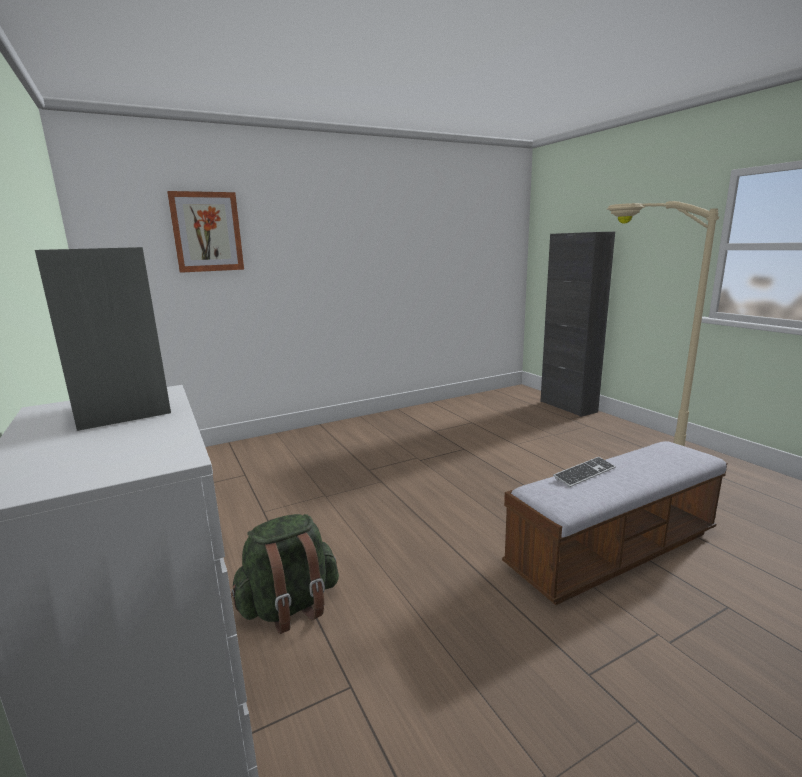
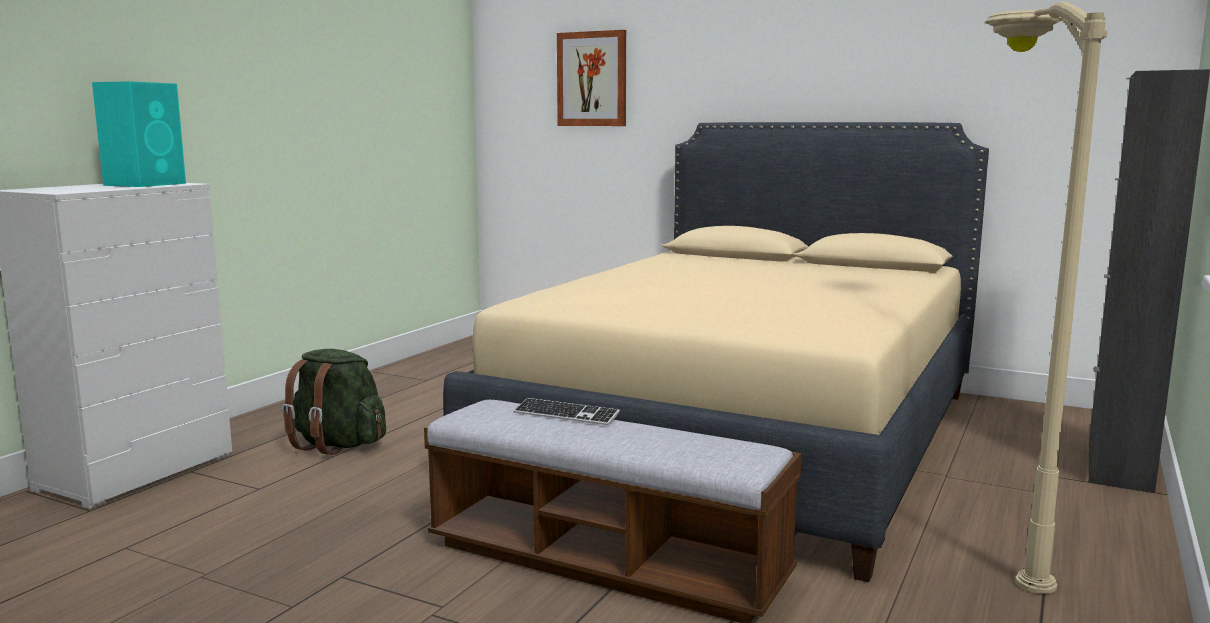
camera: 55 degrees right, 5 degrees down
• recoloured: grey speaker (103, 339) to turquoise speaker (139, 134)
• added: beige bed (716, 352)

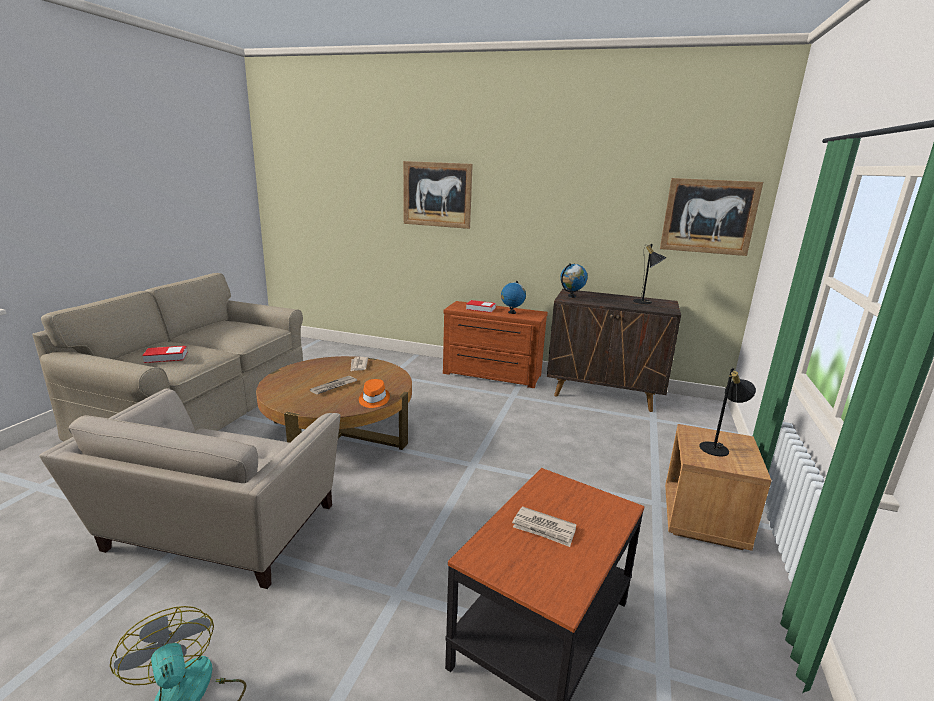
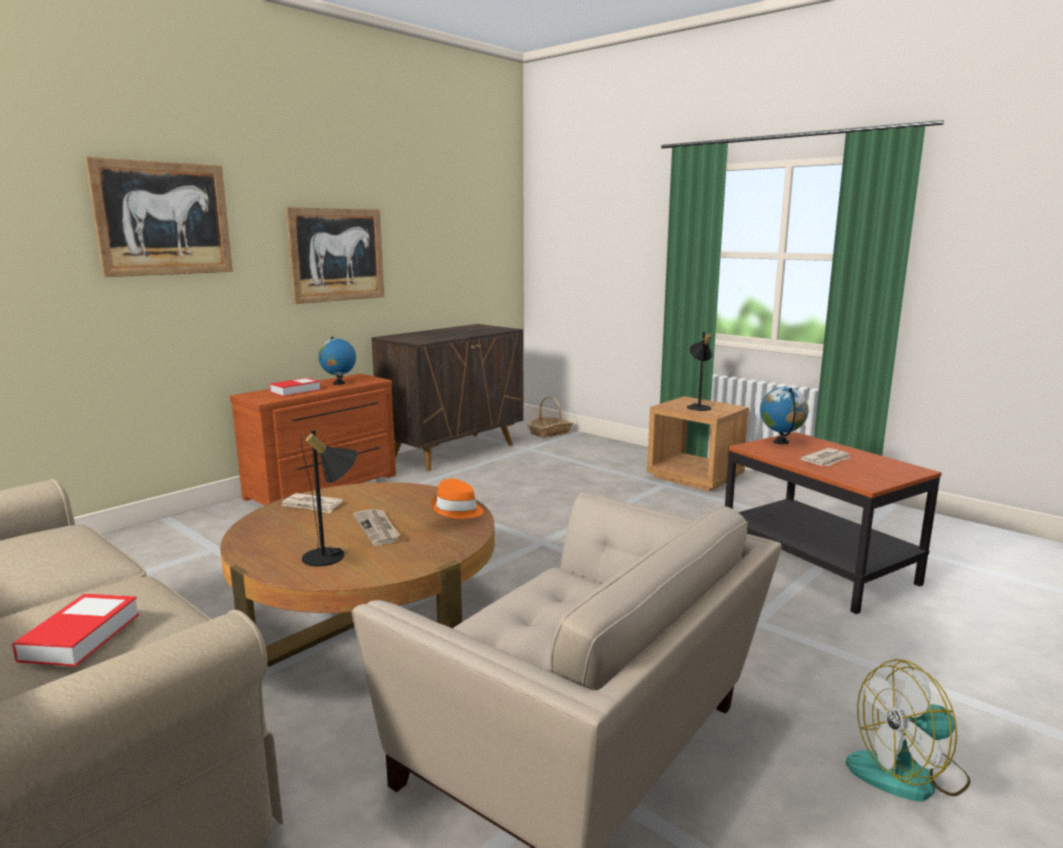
camera: 65 degrees left, 5 degrees down
• moved: picture (711, 217) to (335, 255)
• moved: black table lamp (650, 274) to (329, 498)
• moved: globe (574, 280) to (784, 415)
• added: basket (550, 417)

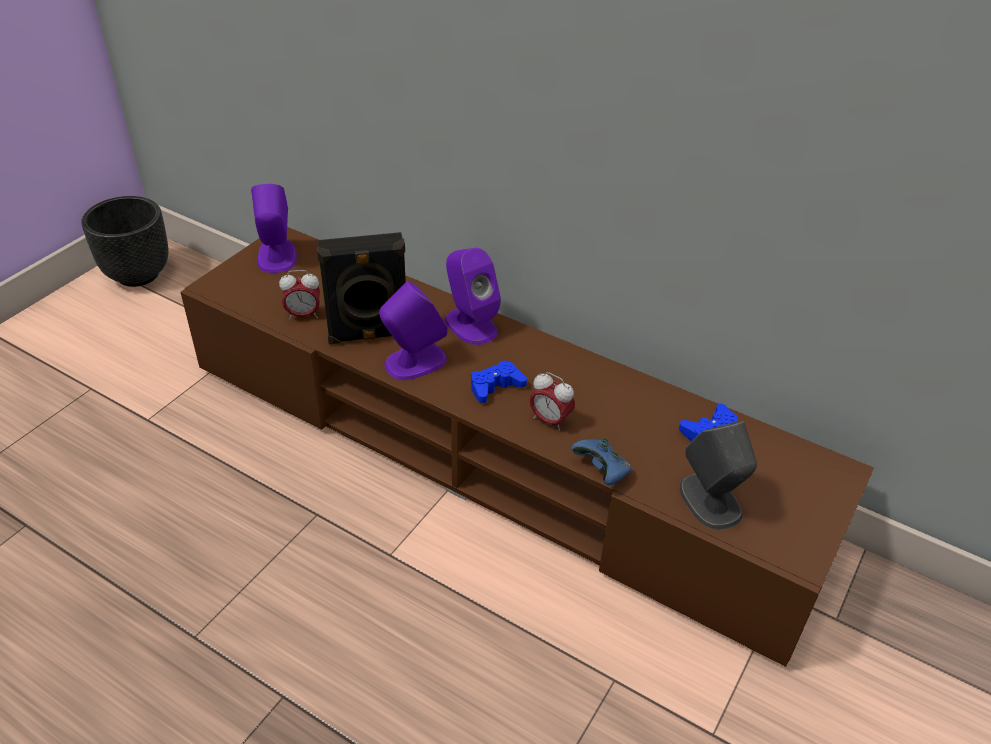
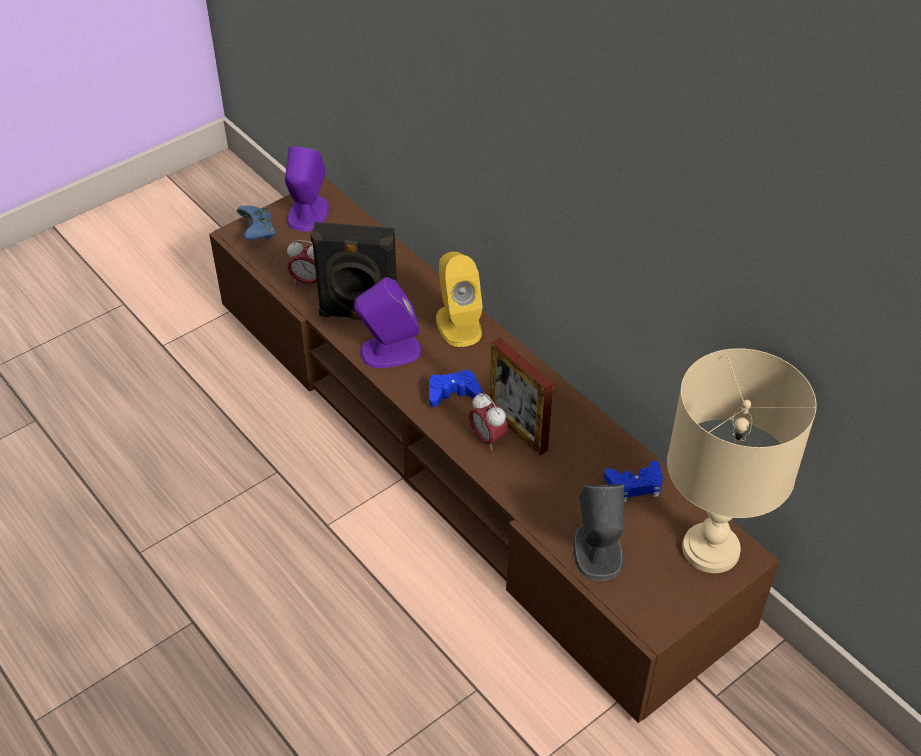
camera: 20 degrees right, 5 degrees up
• removed: black planter (124, 241)
• recoloured: purple speaker (473, 296) to yellow speaker (459, 299)
• moved: blue game controller (601, 461) to (256, 223)
• added: picture frame (521, 396)
• added: beige table lamp (742, 460)

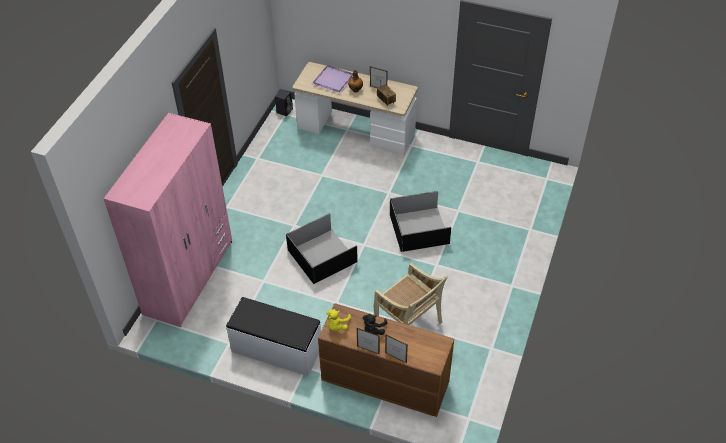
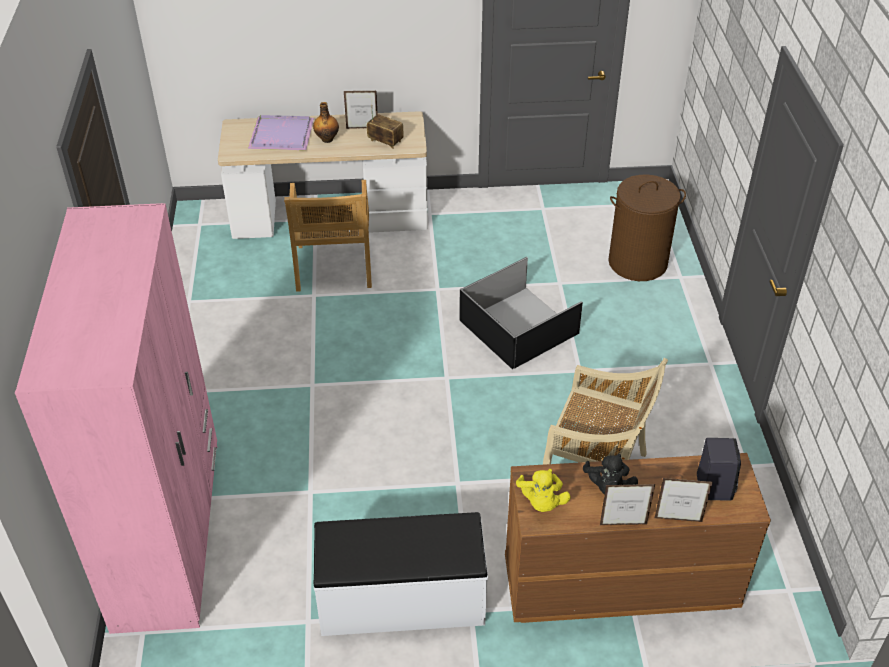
camera: 25 degrees left, 5 degrees down
• moved: black speaker (284, 103) to (719, 469)
• removed: black storage box (322, 248)
• added: brown laundry basket (647, 228)
• added: beige chair (328, 236)

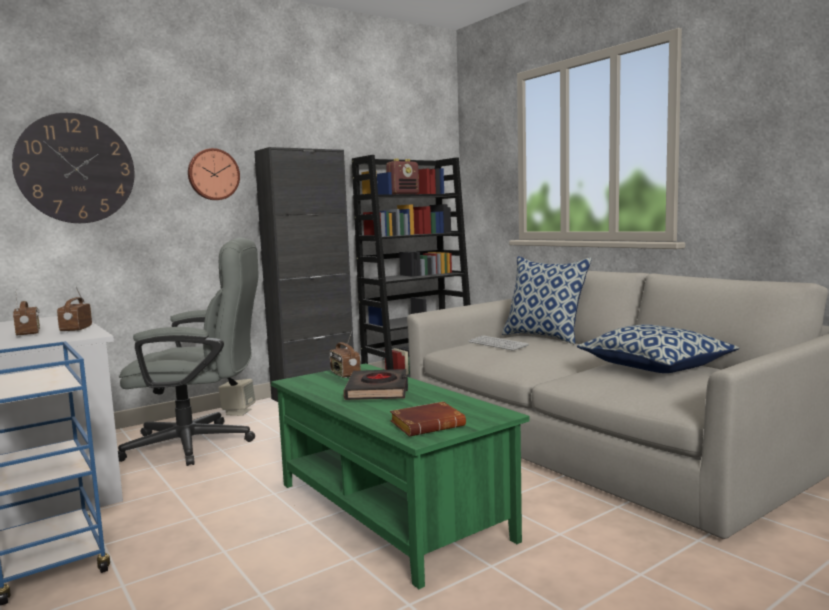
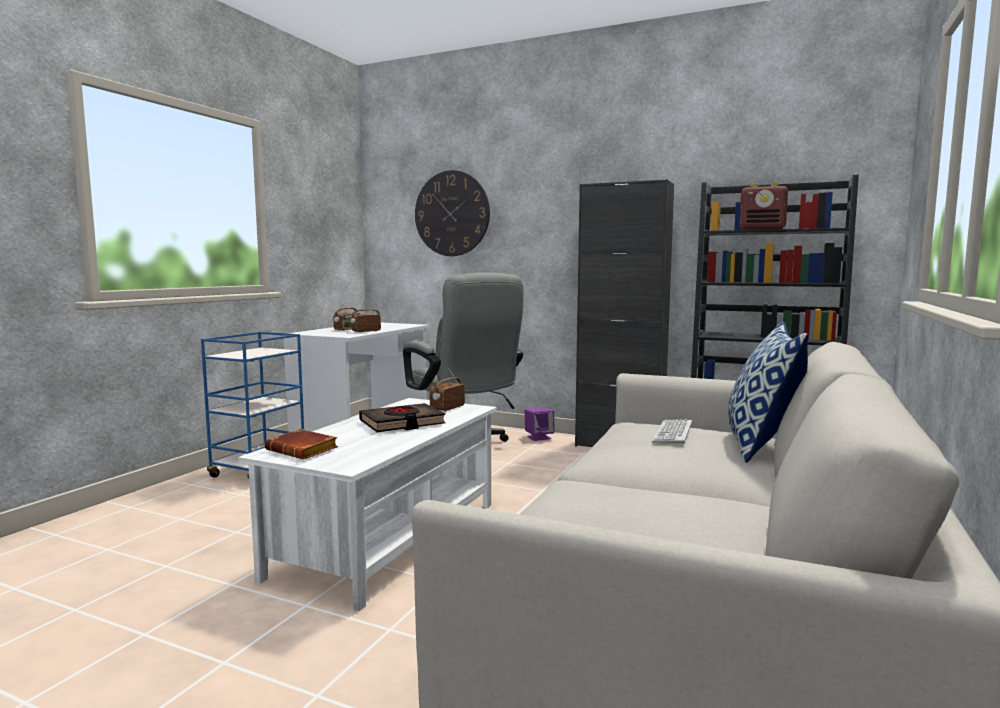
camera: 60 degrees right, 0 degrees up
• removed: wall clock (214, 174)
• removed: pillow (658, 348)
• recoloured: green coffee table (400, 476) to white coffee table (367, 504)
• recoloured: beige speaker (237, 397) to purple speaker (540, 424)

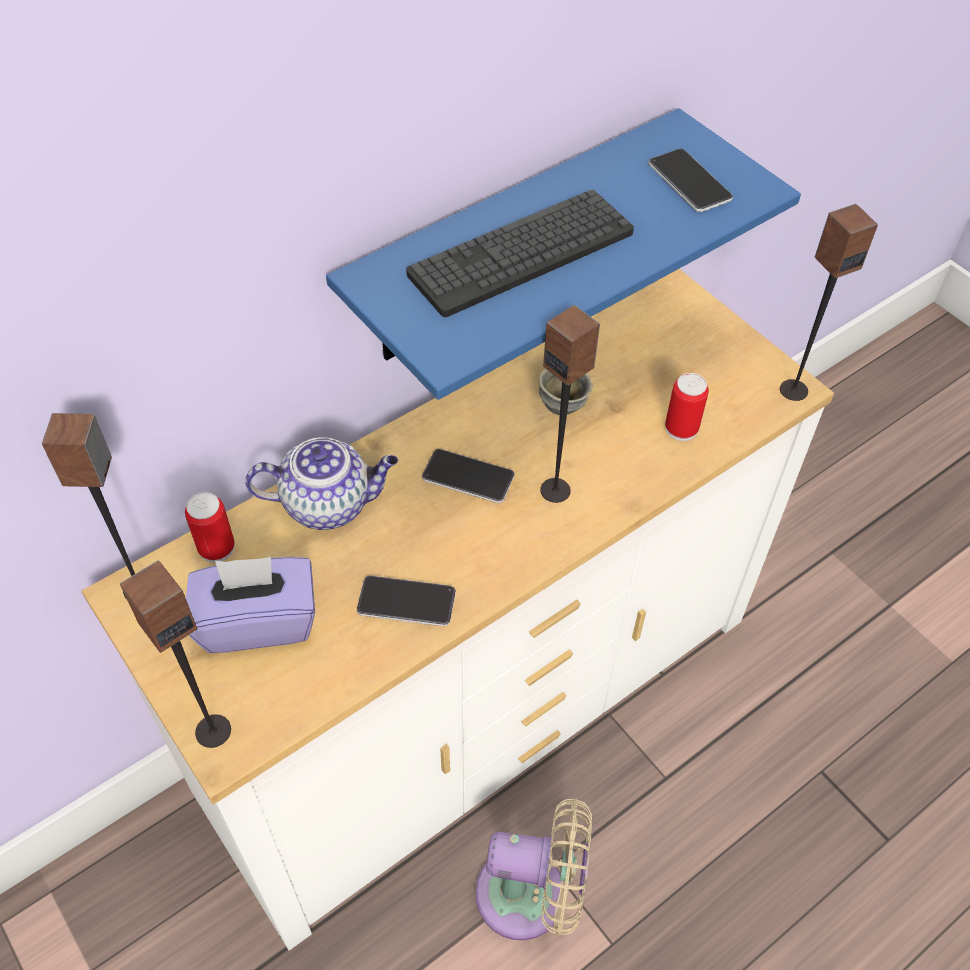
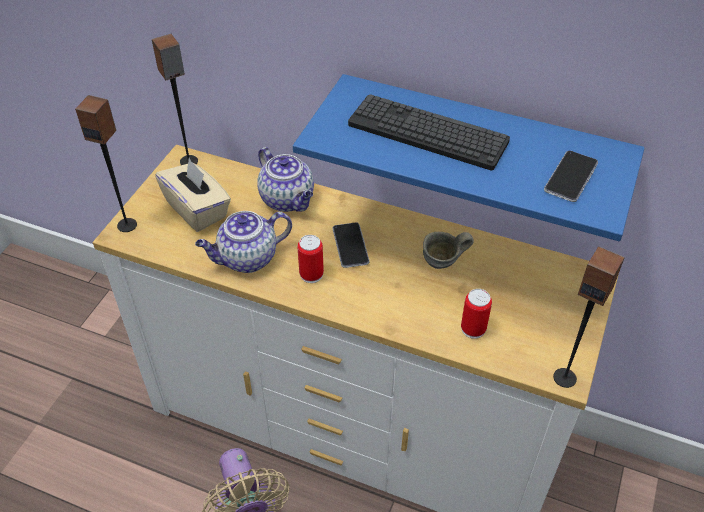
camera: 60 degrees right, 5 degrees down
• removed: speaker (570, 404)
• moved: can (210, 527) to (310, 259)
• recoloured: purple tissue box (250, 605) to beige tissue box (193, 195)
• replaced: phone (406, 600) to teapot (243, 242)

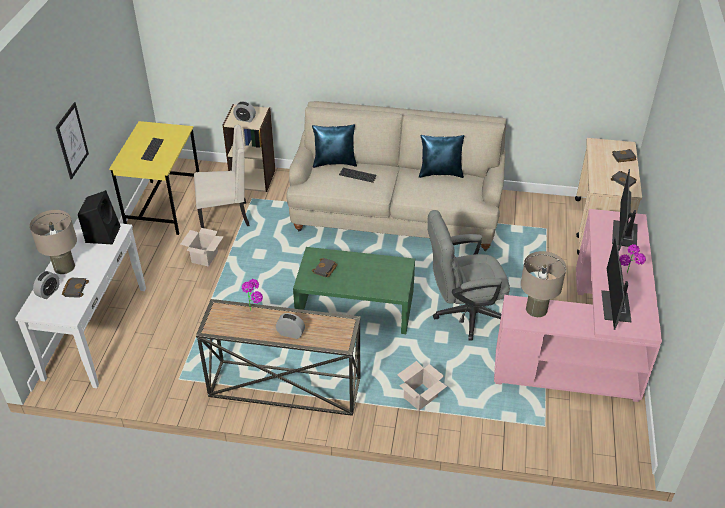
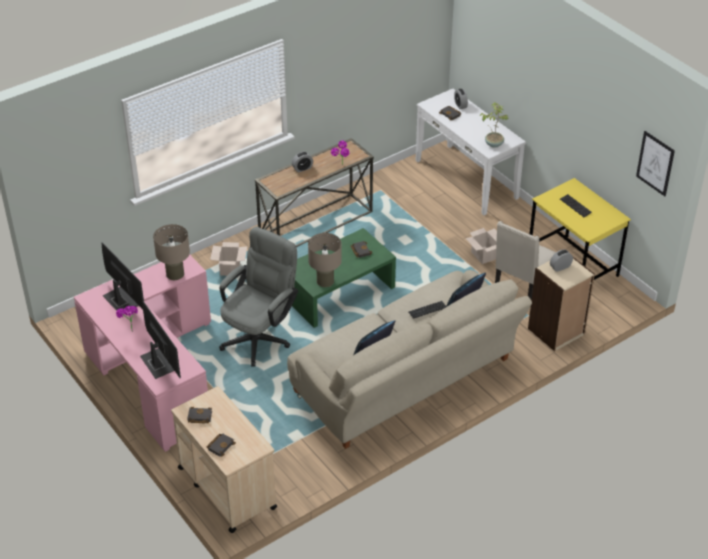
camera: 135 degrees right, 0 degrees up
• moved: picture (72, 140) to (655, 163)
• replaced: black speaker (99, 217) to potted plant (494, 125)
• moved: beige table lamp (53, 242) to (325, 260)

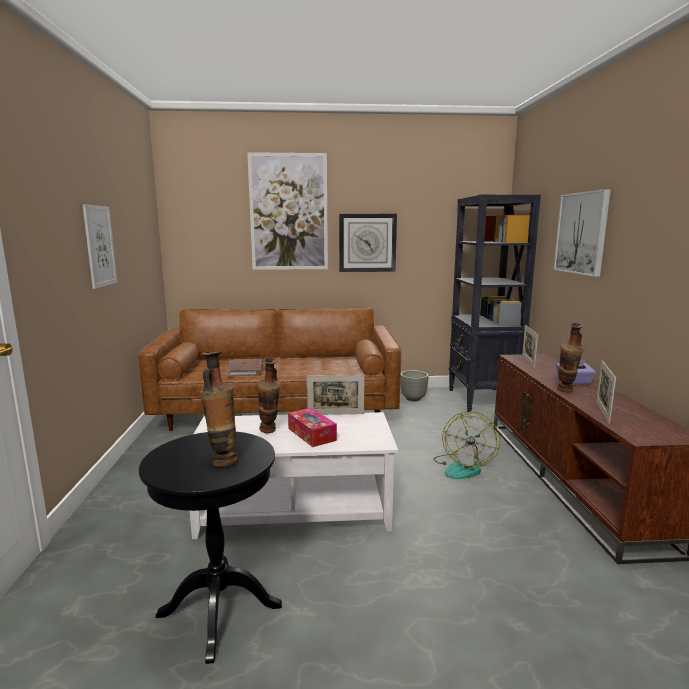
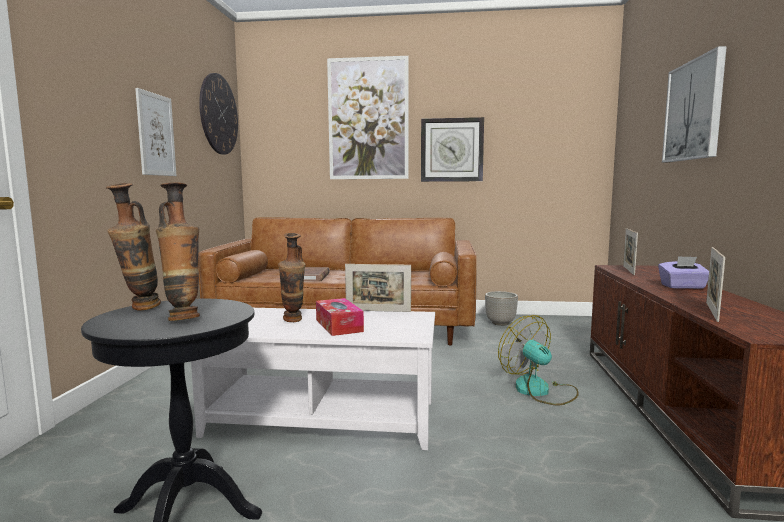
camera: 10 degrees right, 5 degrees down
• removed: black bookcase (495, 303)
• moved: vase (570, 357) to (133, 246)
• turned: fan (467, 445) = (538, 360) 120 degrees clockwise
• added: wall clock (218, 114)

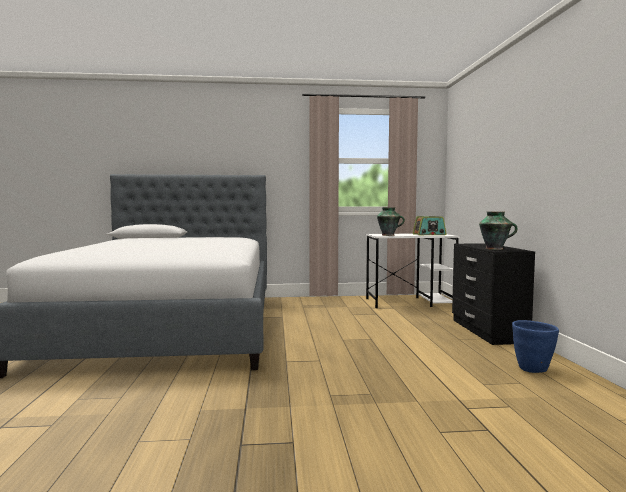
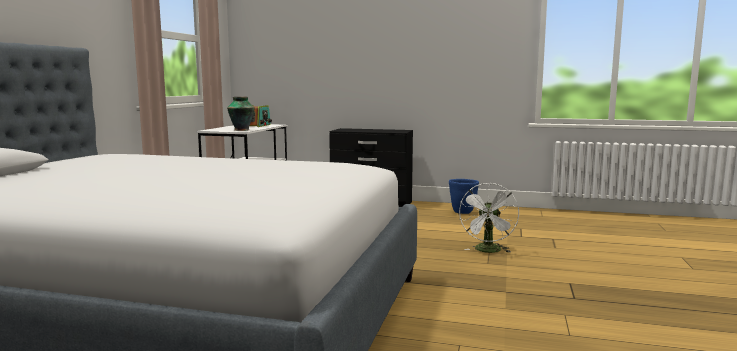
camera: 70 degrees left, 5 degrees up
• removed: vase (498, 230)
• added: white fan (489, 218)

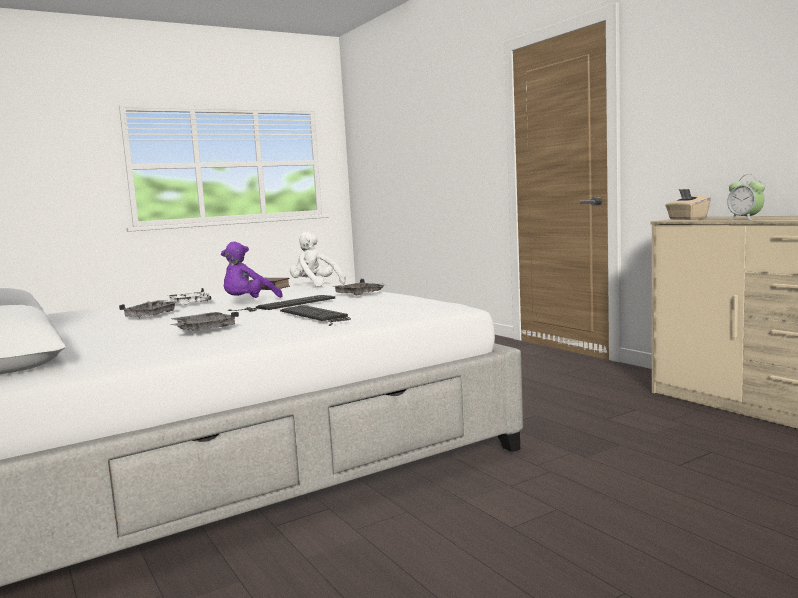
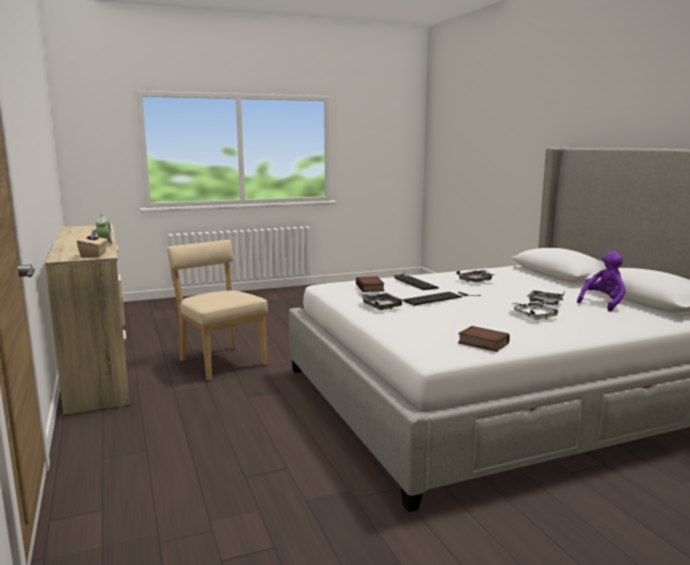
camera: 170 degrees left, 5 degrees up
• removed: white plush toy (318, 259)
• moved: purple plush toy (252, 270) to (601, 281)
• added: beige chair (217, 310)
• added: book (370, 284)

